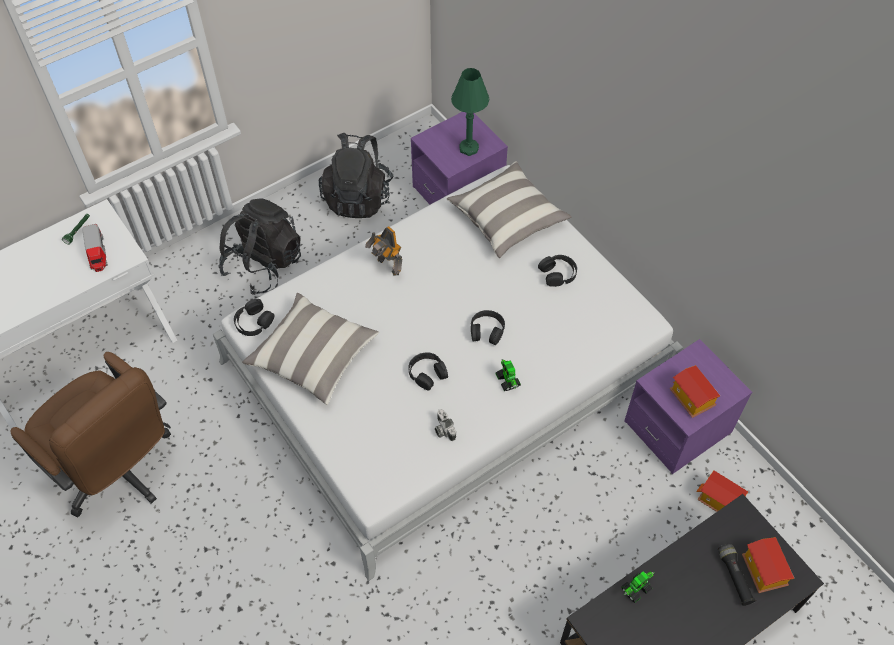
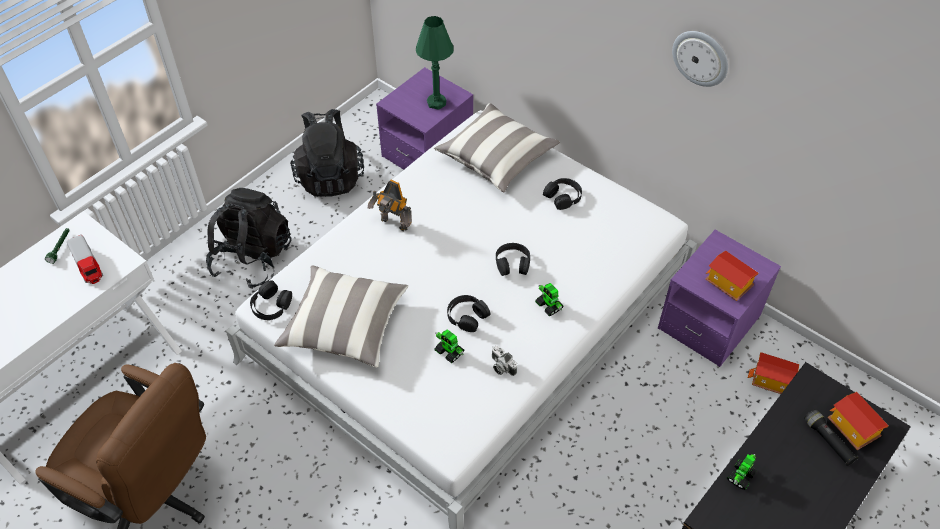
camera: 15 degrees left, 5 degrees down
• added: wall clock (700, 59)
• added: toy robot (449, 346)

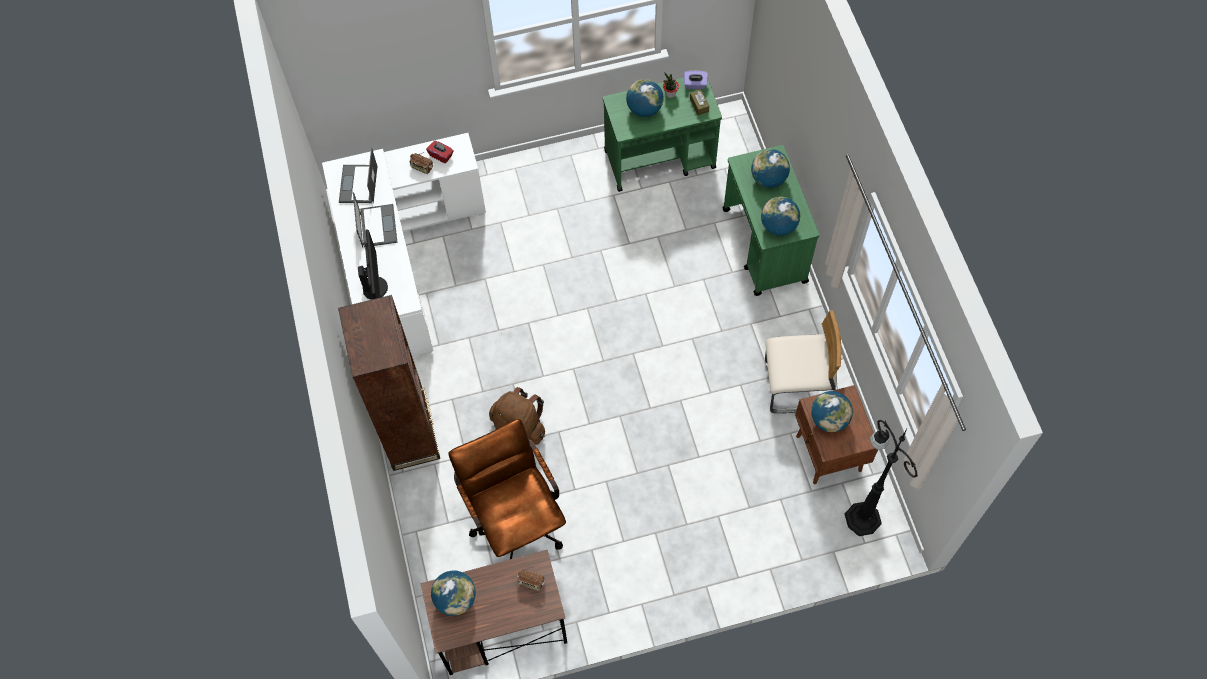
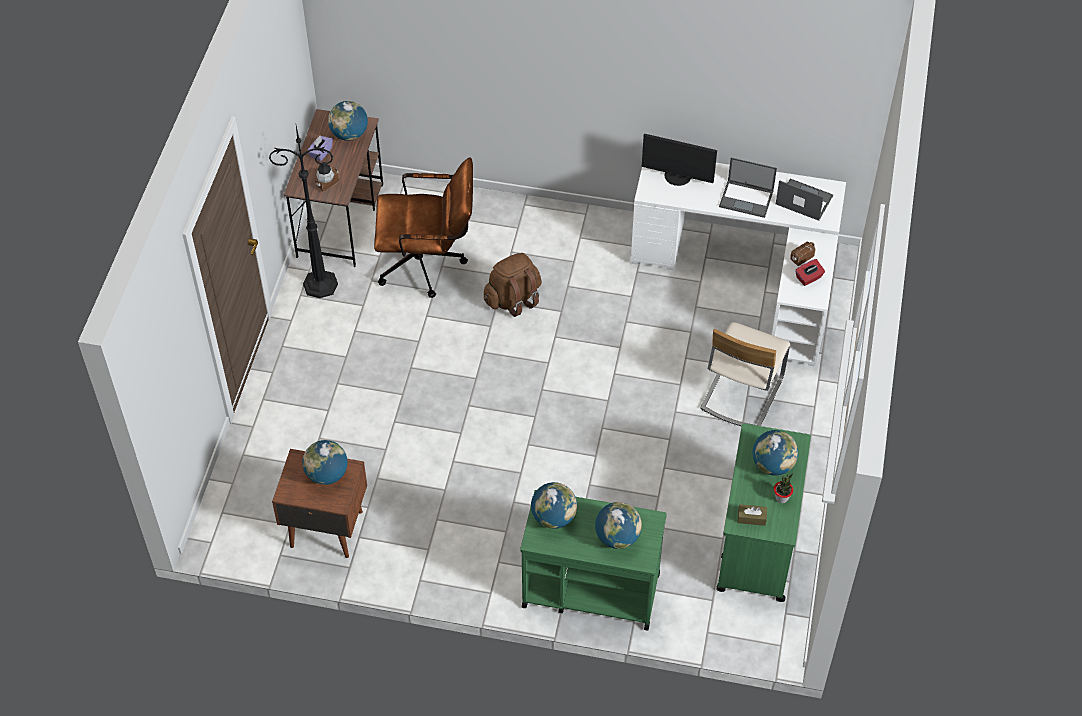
camera: 115 degrees right, 10 degrees down
• moved: purple tissue box (696, 80) to (320, 148)
• removed: brown bookcase (389, 383)
• moved: beige chair (803, 361) to (745, 374)
• moved: black floor lamp (881, 478) to (303, 212)

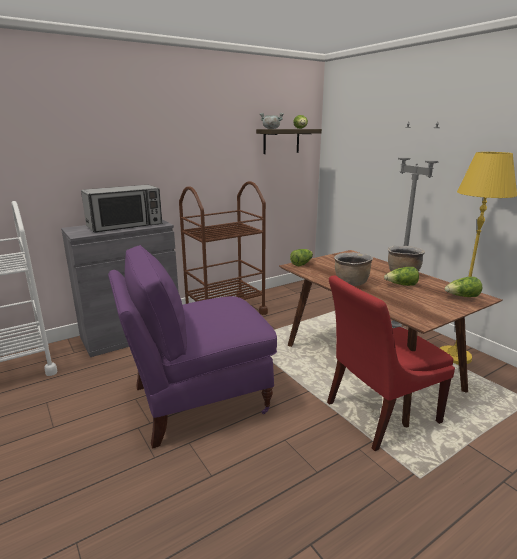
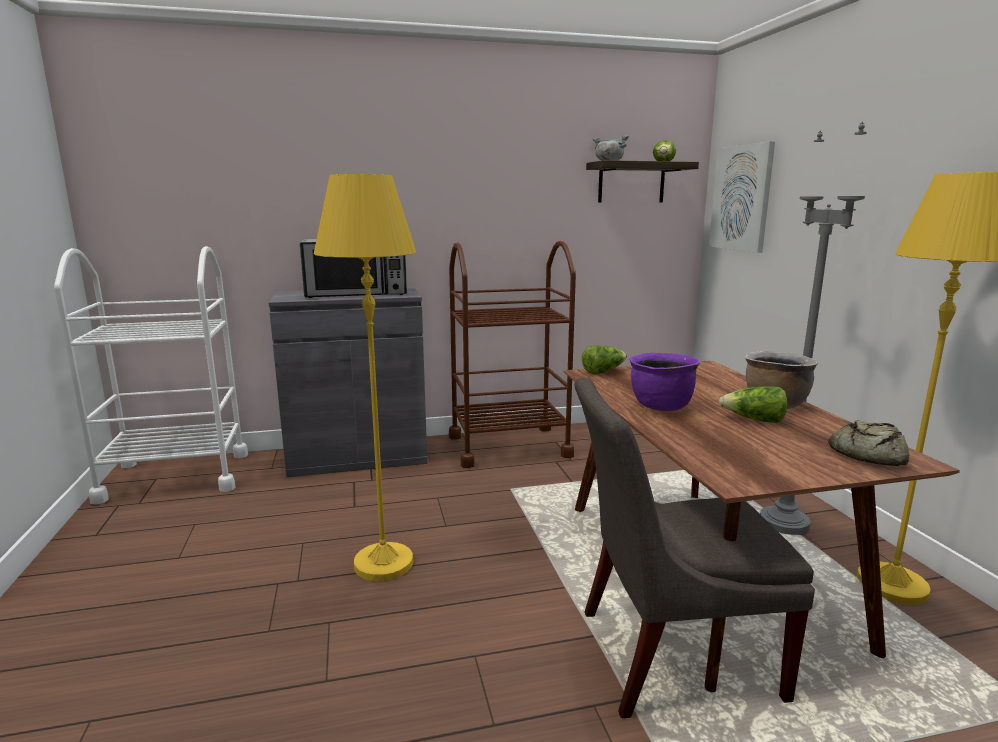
camera: 20 degrees right, 5 degrees down
• replaced: purple chair (192, 347) to yellow floor lamp (365, 377)
• recoloured: brown cooking pot (353, 269) to purple cooking pot (664, 382)
• recoloured: red chair (391, 363) to grey chair (694, 547)
• replaced: lettuce (463, 287) to bread (868, 443)
• added: picture (742, 197)

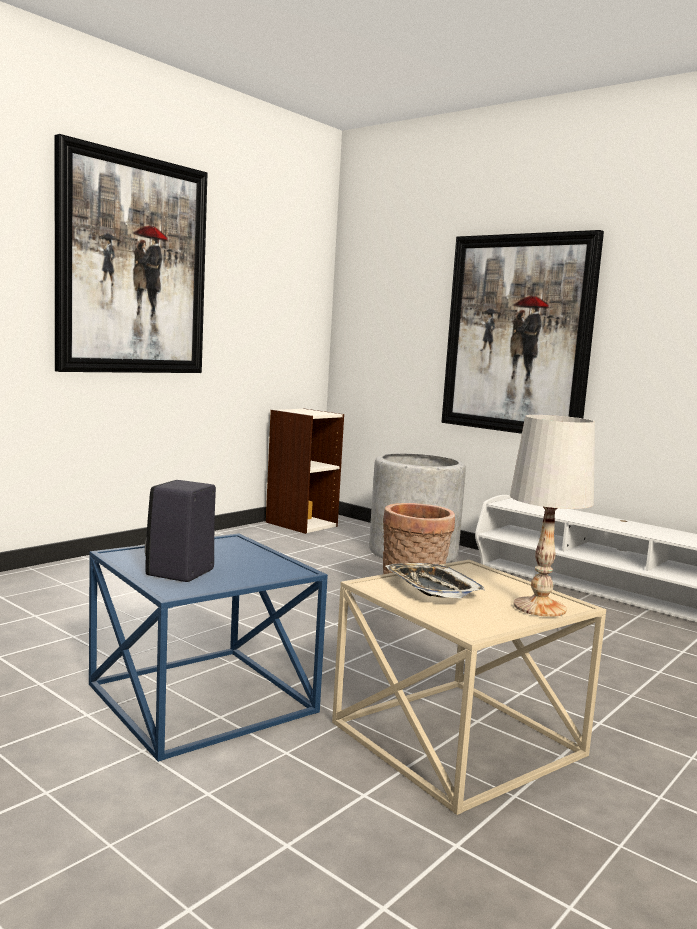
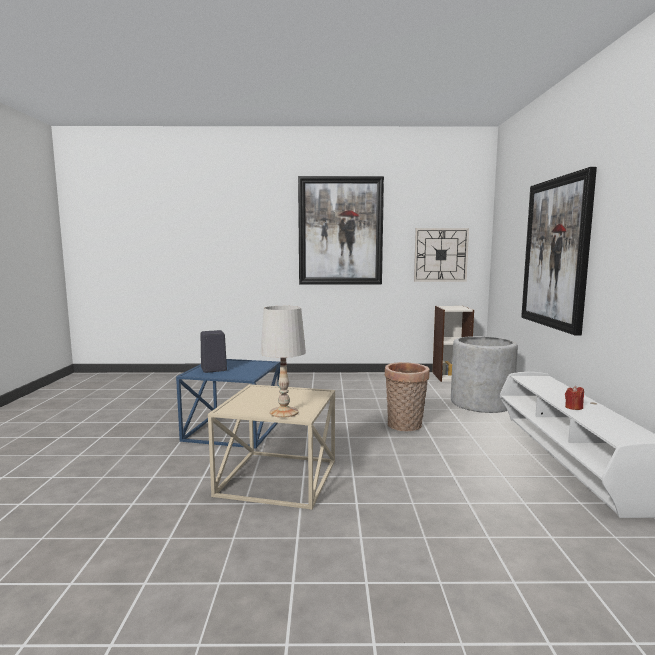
camera: 50 degrees right, 0 degrees up
• removed: tray (435, 580)
• added: wall clock (441, 254)
• added: red candle (574, 398)

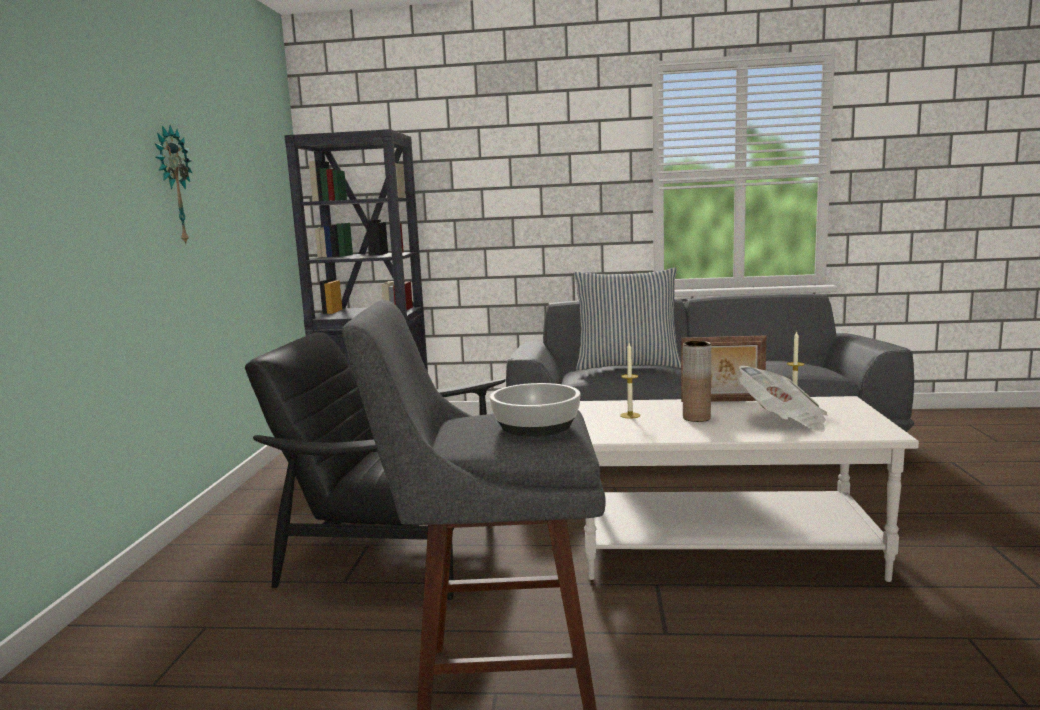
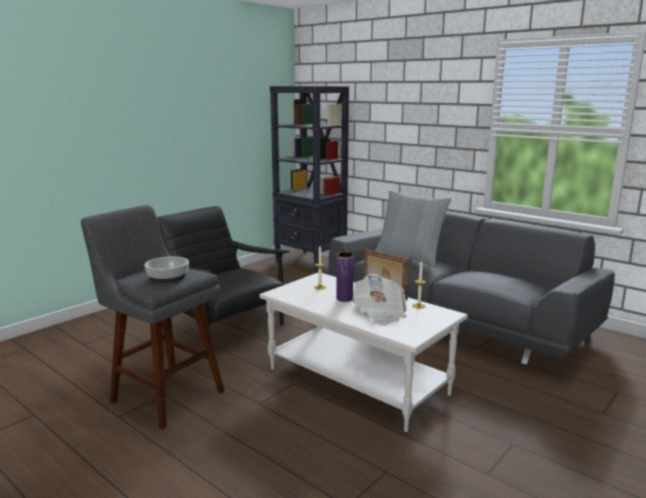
camera: 35 degrees right, 5 degrees up
• removed: wall clock (173, 184)
• recoloured: brown vase (697, 381) to purple vase (345, 277)

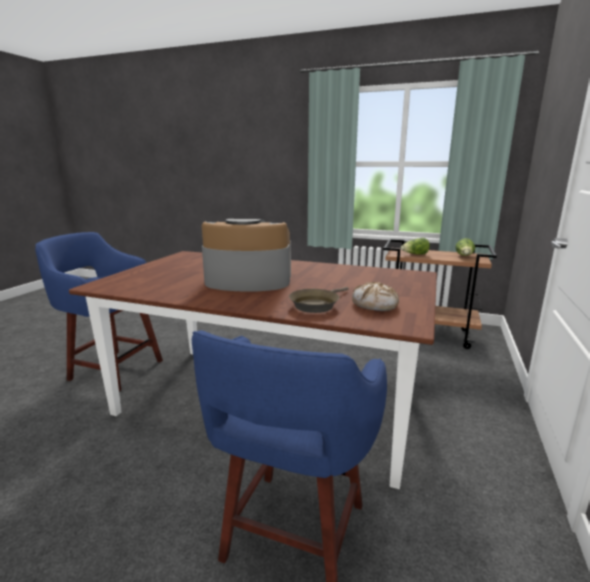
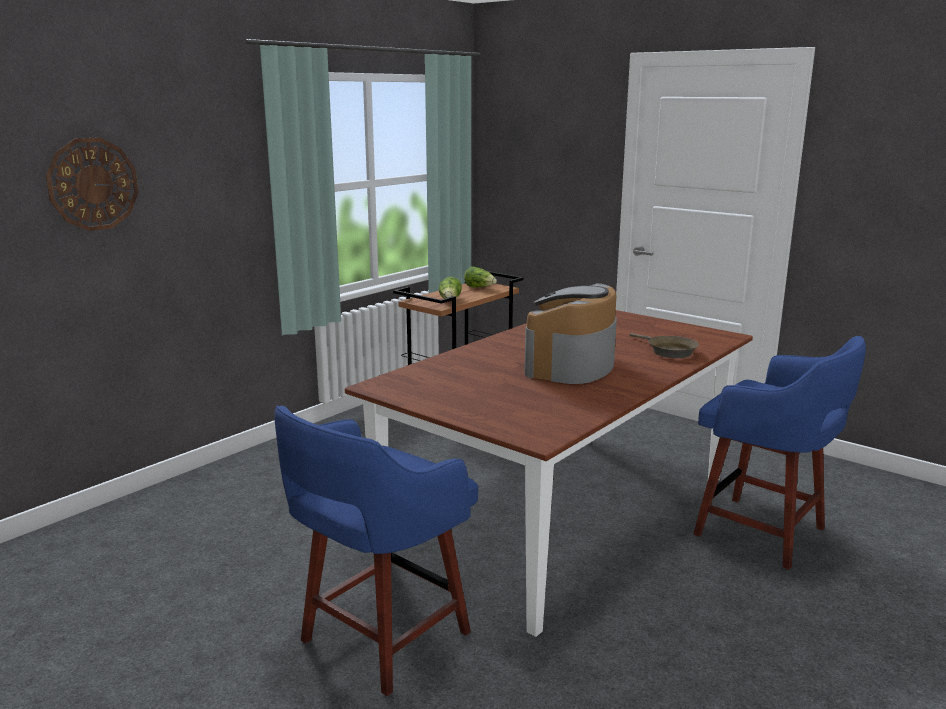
camera: 70 degrees left, 0 degrees up
• removed: bread (375, 296)
• added: wall clock (92, 184)

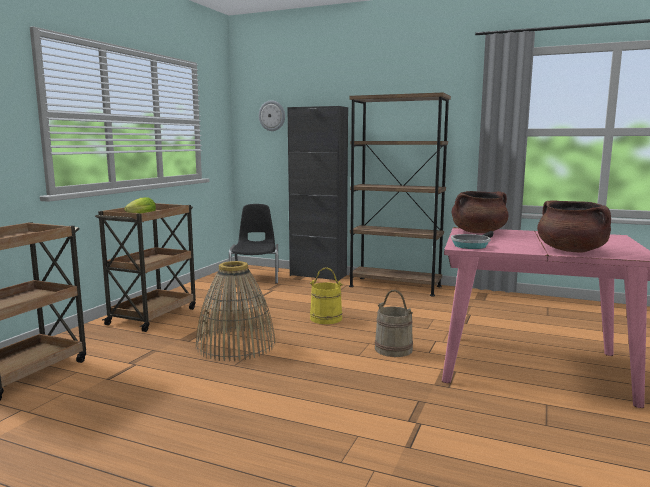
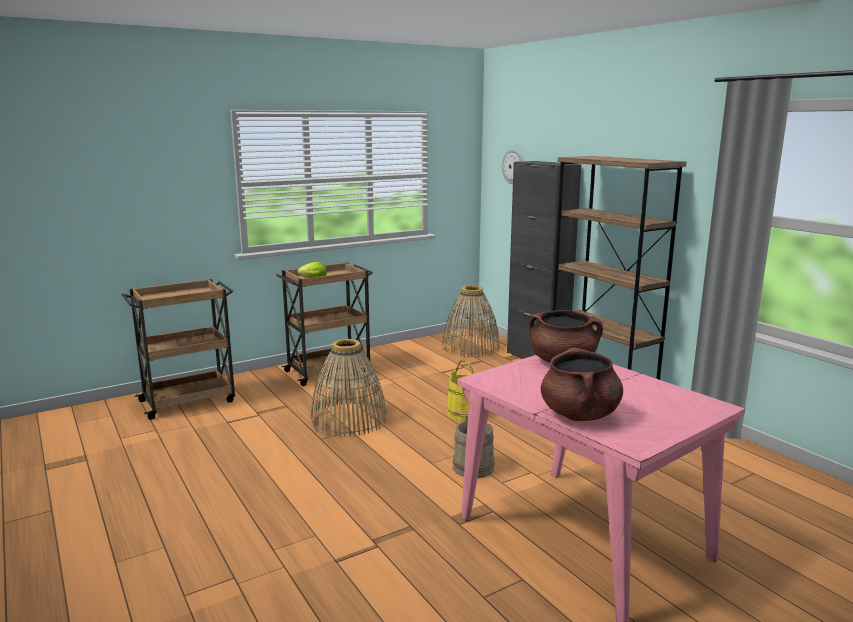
camera: 35 degrees right, 5 degrees up
• replaced: black chair (253, 243) to basket (471, 321)
• removed: frying pan (472, 240)

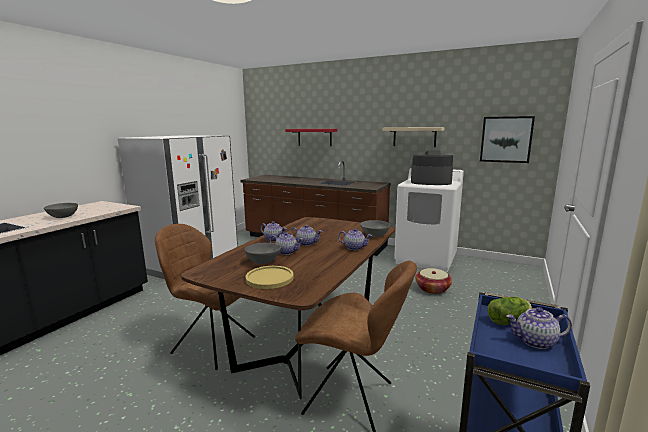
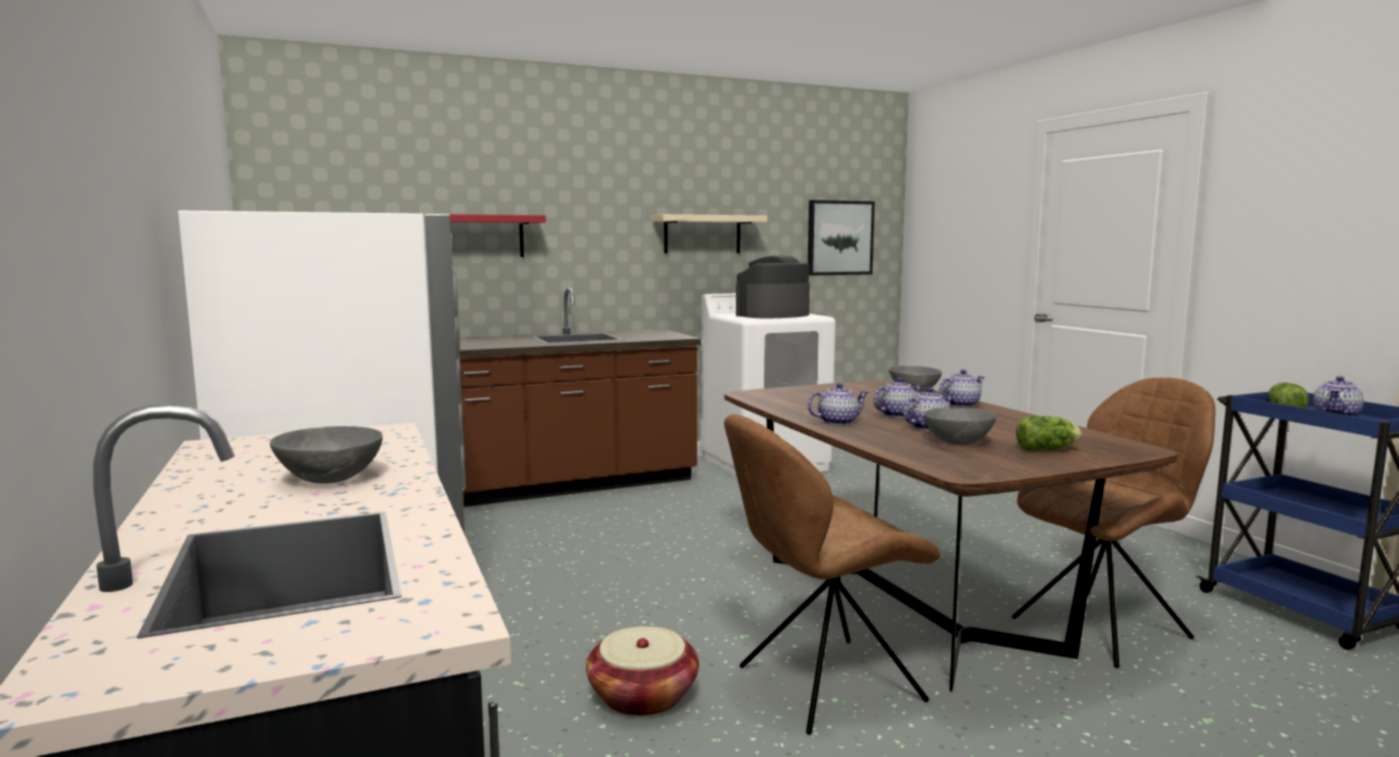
camera: 50 degrees left, 5 degrees down
• replaced: yellow plate (270, 277) to lettuce (1049, 433)
• moved: basket (433, 281) to (642, 671)

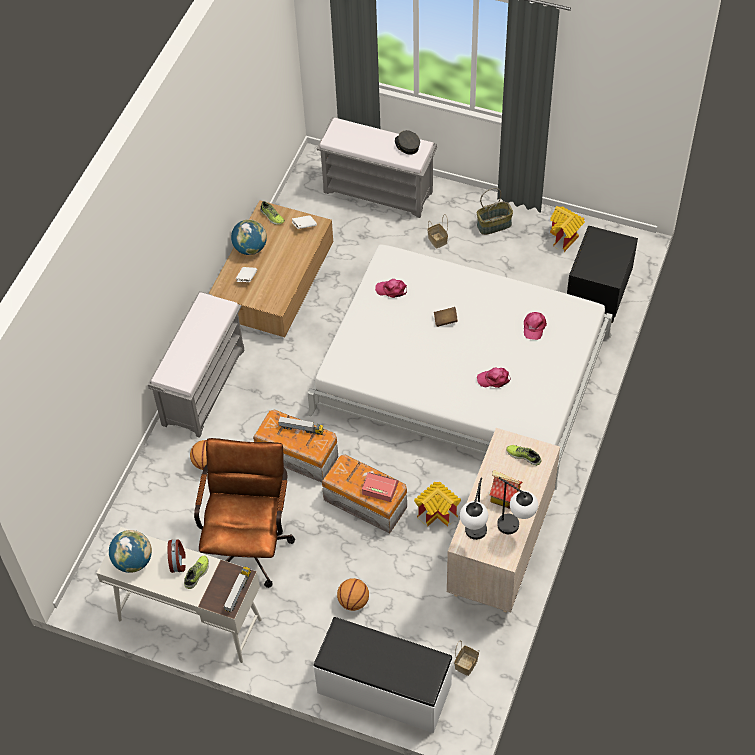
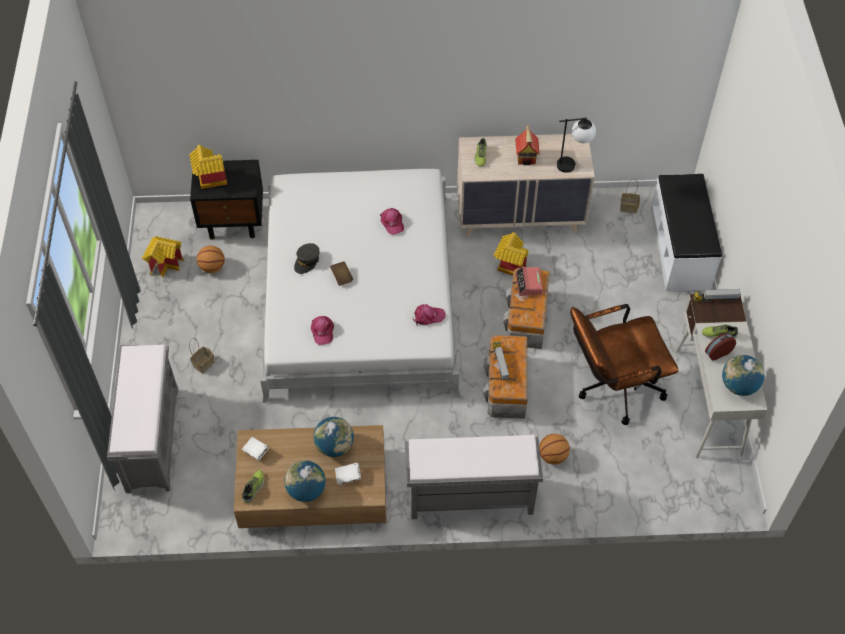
camera: 115 degrees left, 0 degrees up
• moved: grey cap (407, 142) to (307, 258)
• removed: basket (495, 211)
• moved: pink cap (535, 326) to (429, 314)
• removed: table lamp (517, 505)
• moved: basketball (353, 594) to (211, 259)
• added: toy house (208, 167)
• added: globe (334, 437)

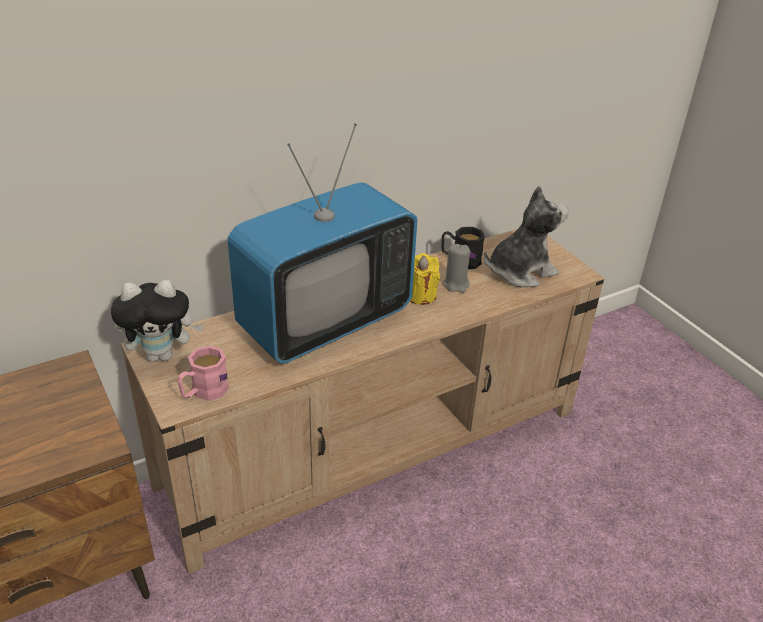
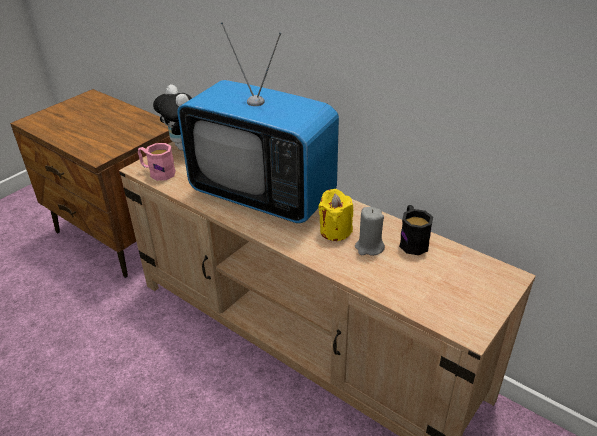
camera: 70 degrees right, 0 degrees up
• removed: plush toy (526, 236)

